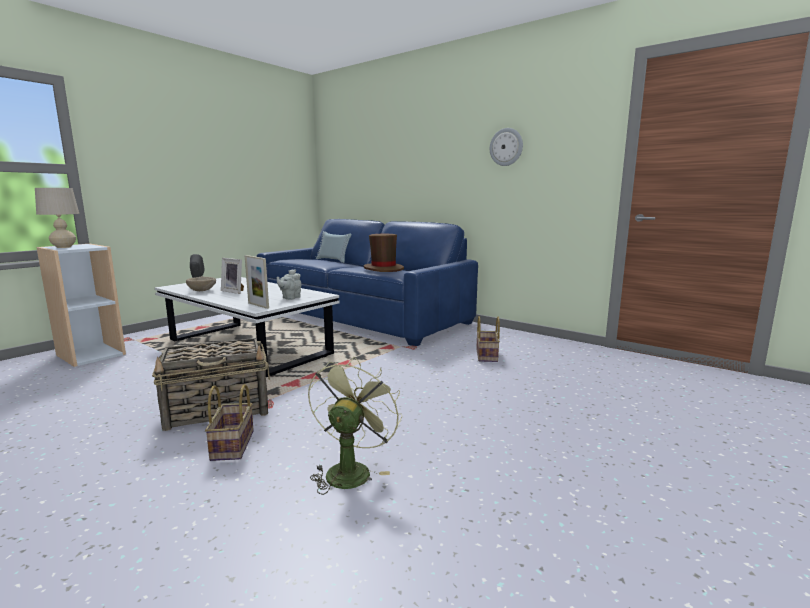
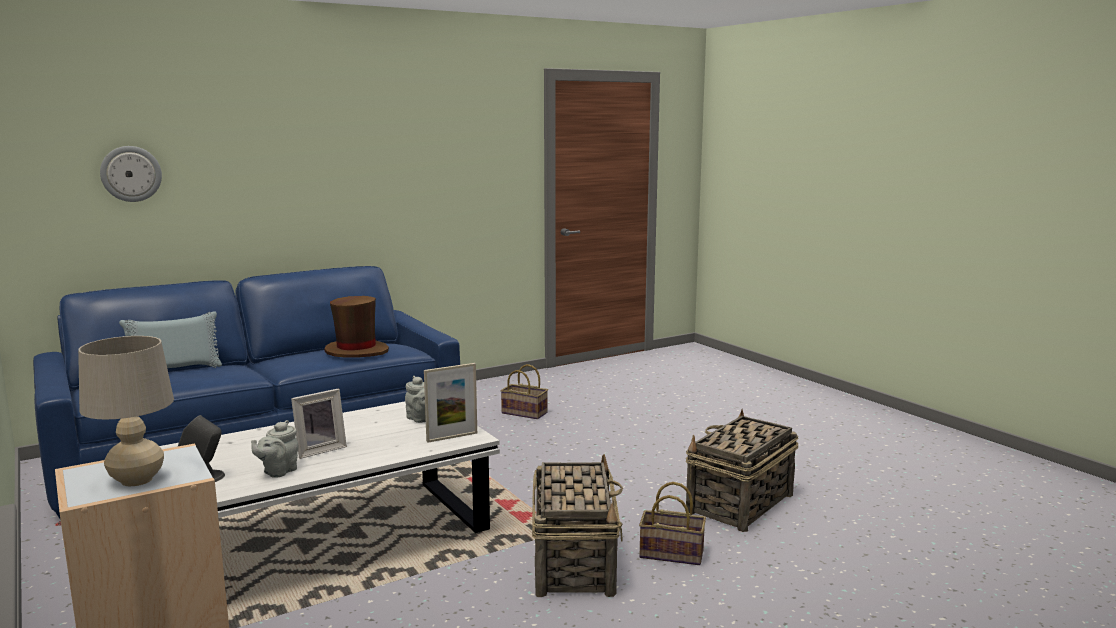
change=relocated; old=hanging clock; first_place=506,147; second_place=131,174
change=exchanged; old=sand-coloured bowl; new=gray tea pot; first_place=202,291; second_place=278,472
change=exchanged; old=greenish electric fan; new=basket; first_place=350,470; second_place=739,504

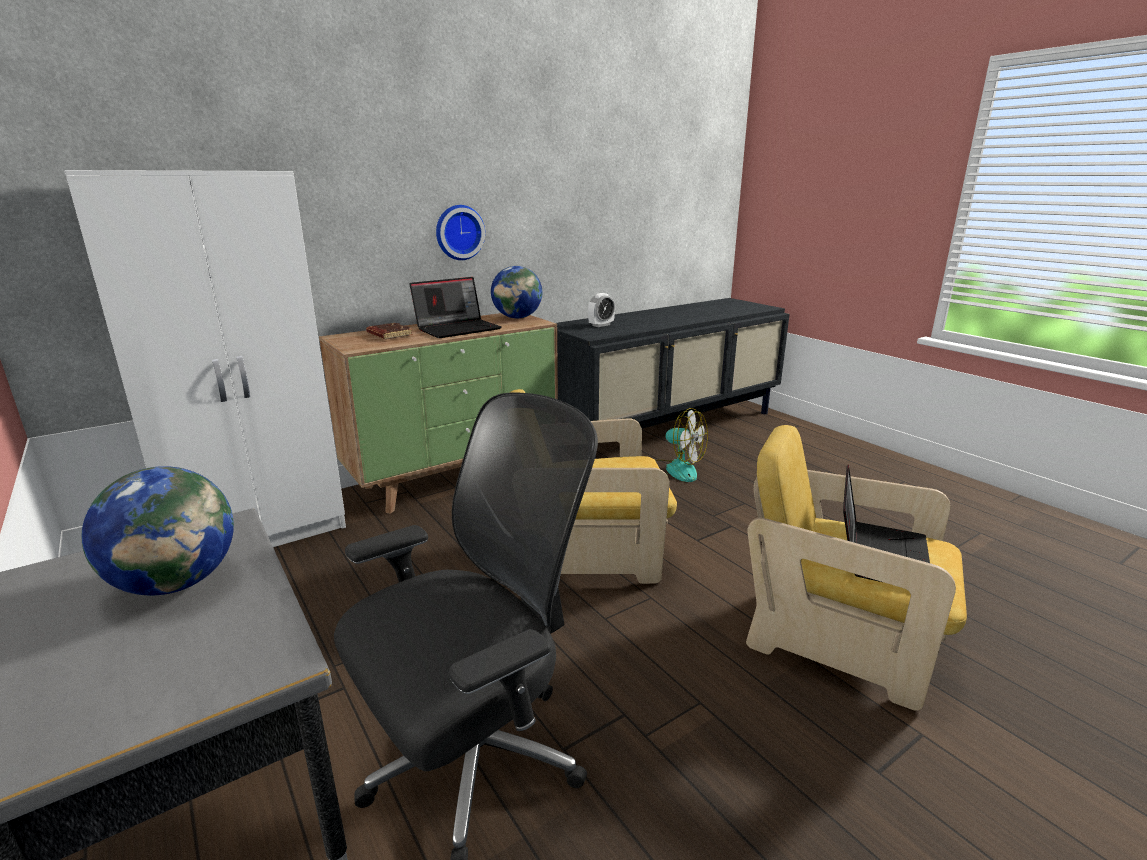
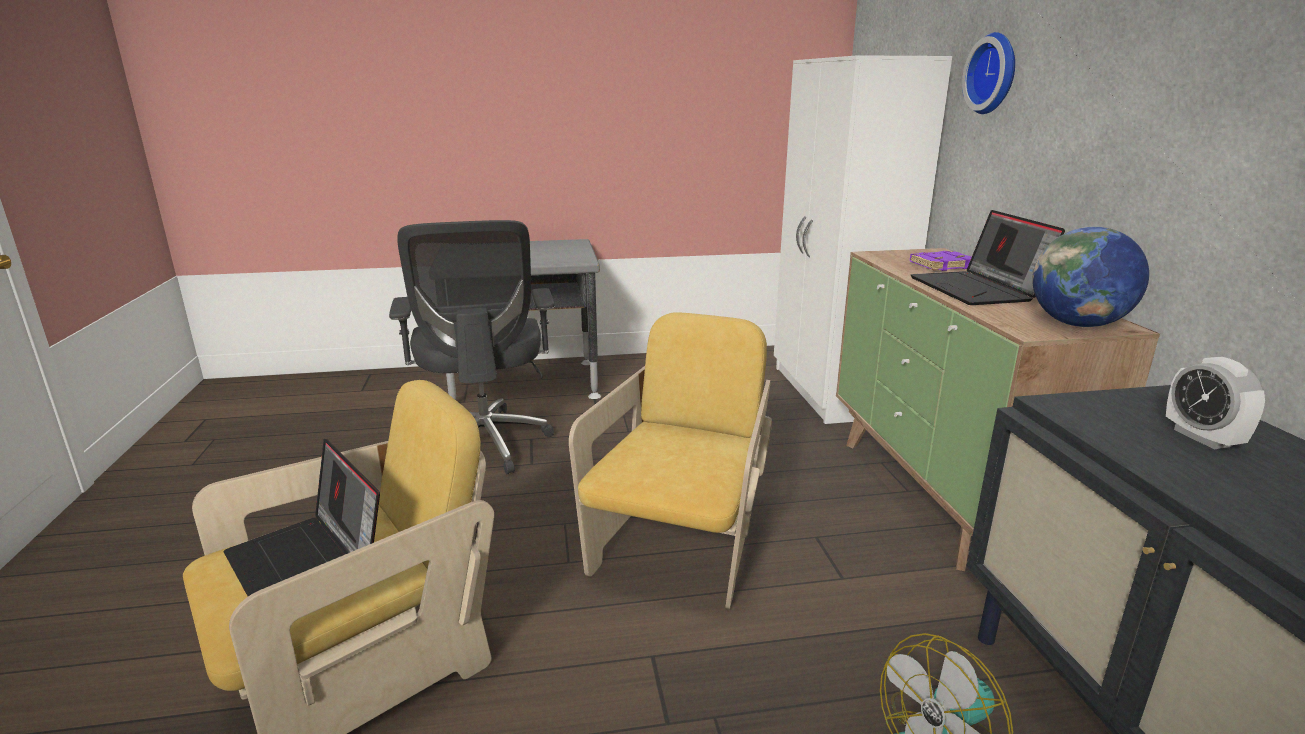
change=missing; old=globe; first_place=176,582
change=relocated; old=hanging clock; first_place=459,232; second_place=994,74
change=colour; old=brown-coloured bound book; new=purple bound book; first_place=389,335; second_place=942,265

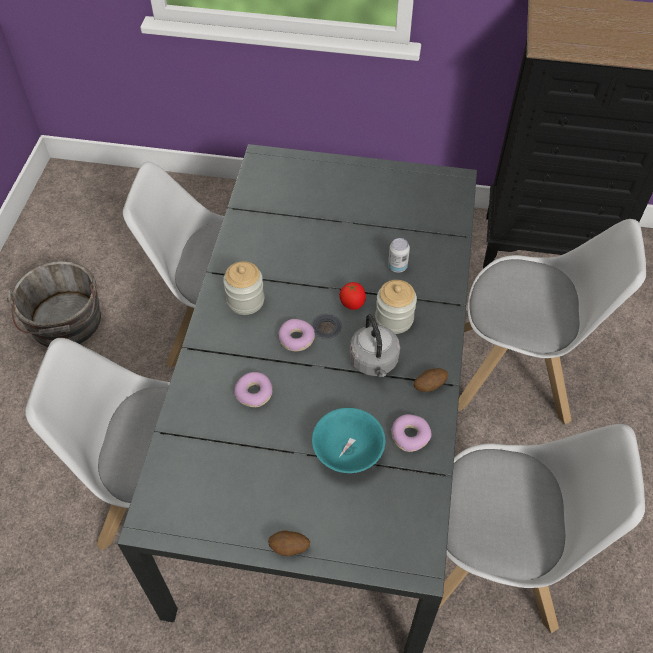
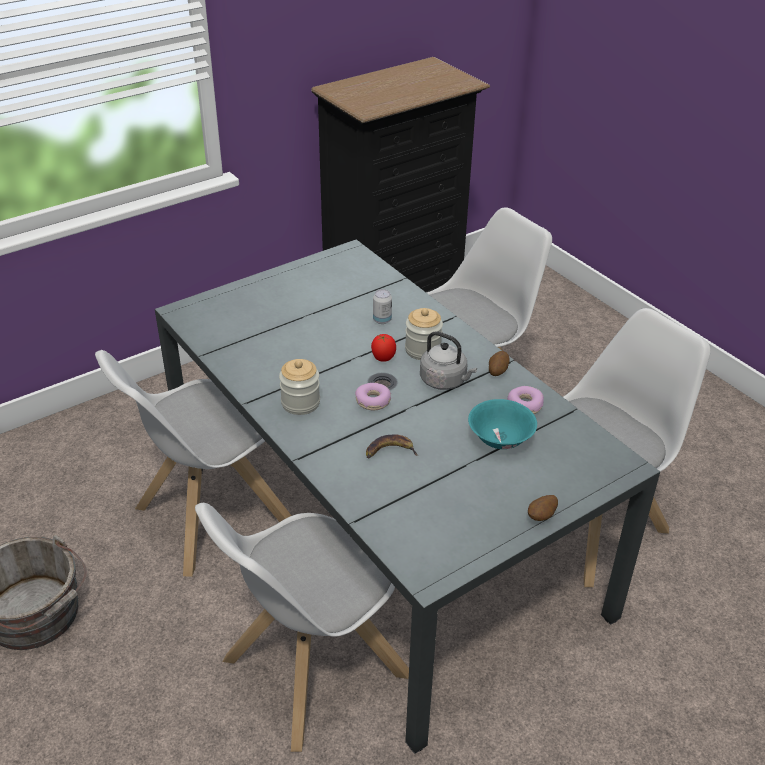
change=exchanged; old=donut; new=banana; first_place=254,393; second_place=389,451

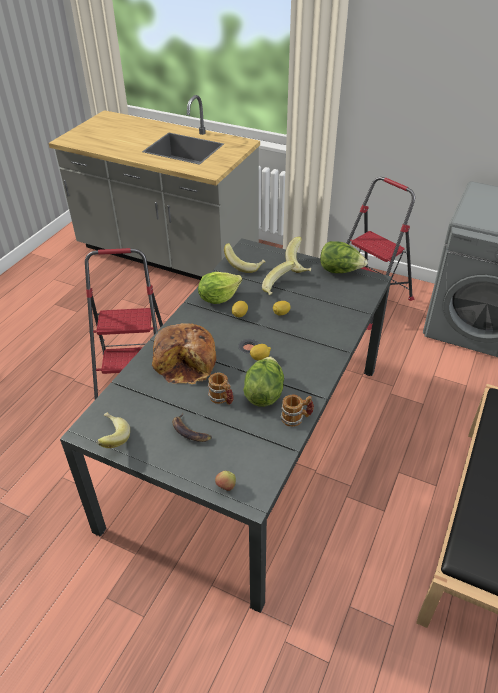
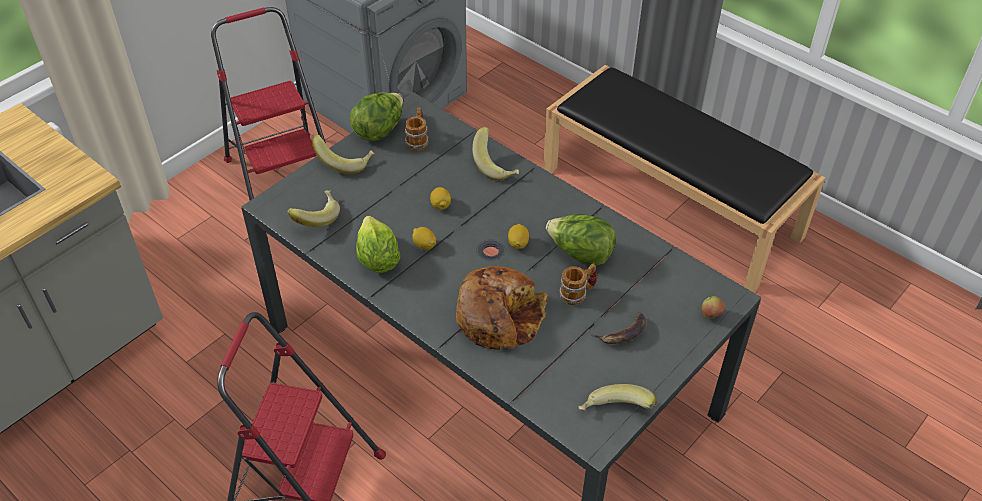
change=relocated; old=banana; first_place=278,288; second_place=496,166
change=relocated; old=tea mug; first_place=296,418; second_place=418,140

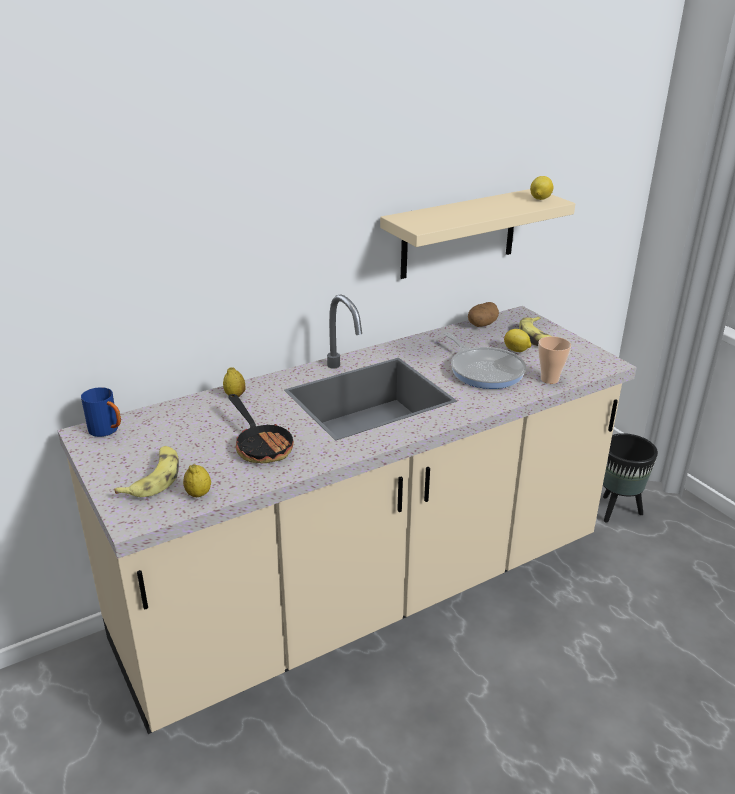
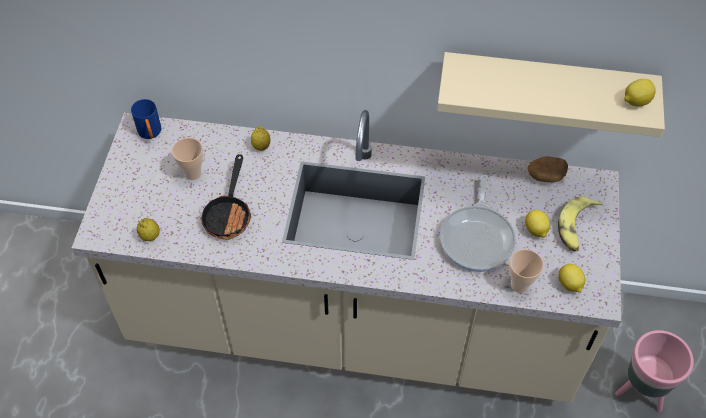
change=missing; old=banana; first_place=154,478
change=appeared; new=cup; second_place=193,173
change=appeared; new=whole lemon; second_place=569,284
change=colour; old=black-coloured plant pot; new=pinkish plant pot; first_place=617,510; second_place=641,391

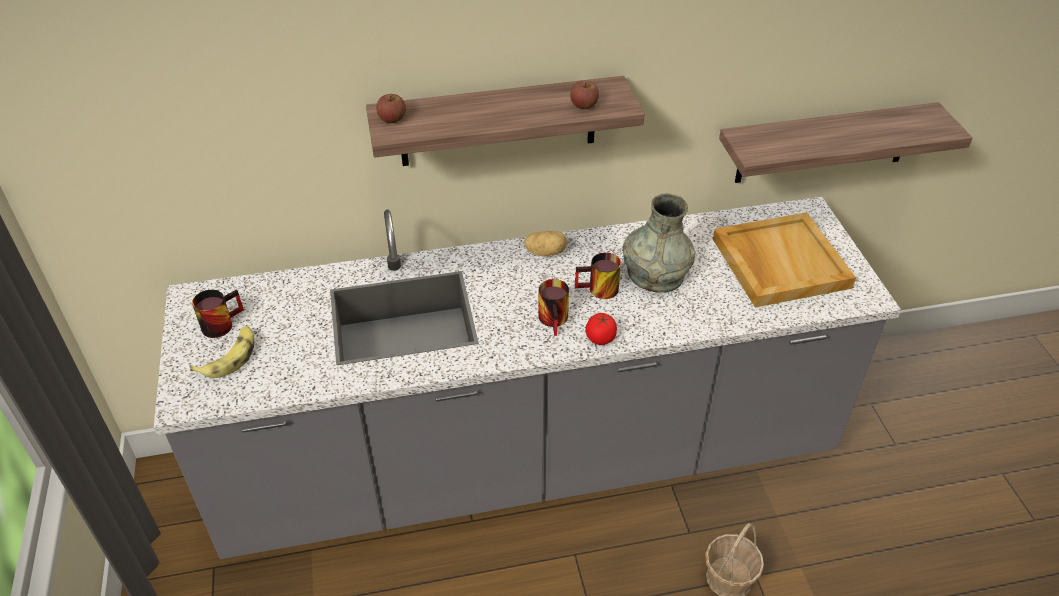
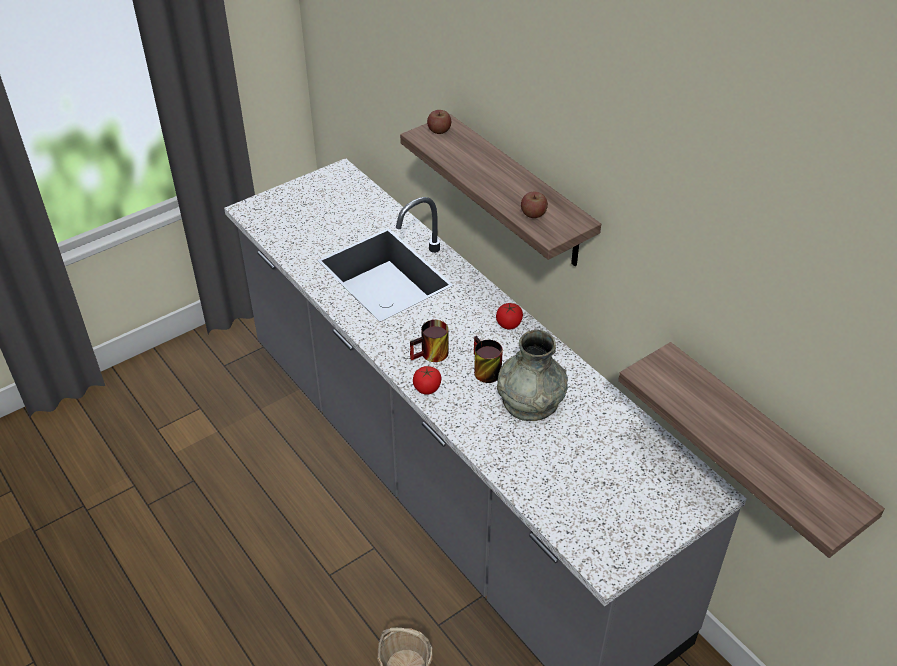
change=missing; old=banana; first_place=230,357
change=missing; old=tea mug; first_place=220,322
change=missing; old=sand-coloured carrying tray; first_place=779,262
change=exchanged; old=spud; new=fresh tomato; first_place=546,252; second_place=509,324

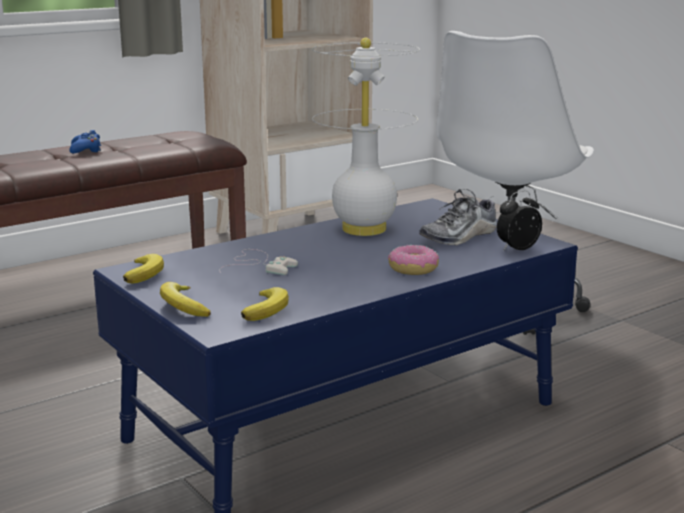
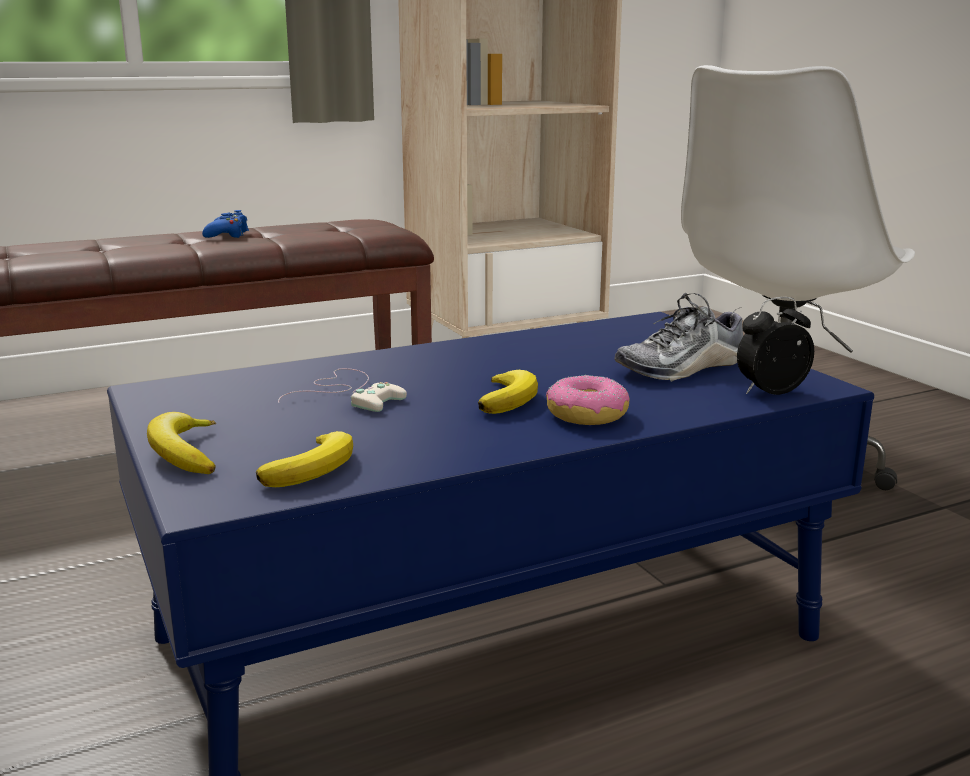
change=missing; old=whitish lamp for a table; first_place=364,229
change=relocated; old=banana; first_place=145,273; second_place=509,398

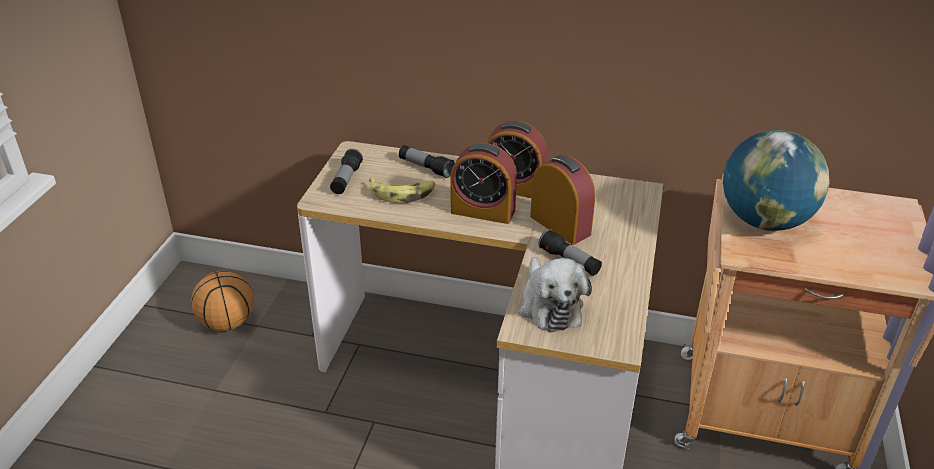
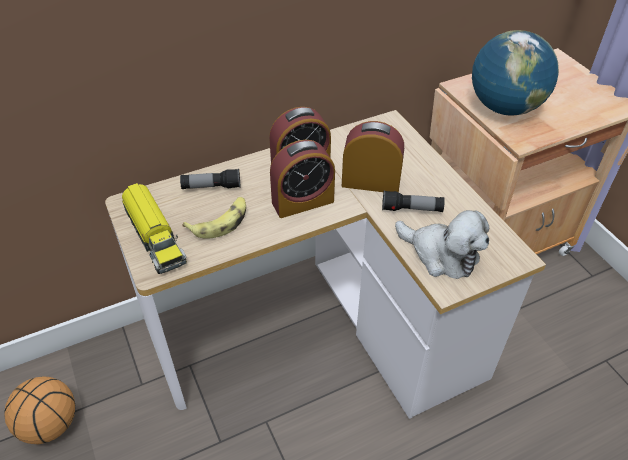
change=exchanged; old=hand torch; new=toy truck; first_place=346,180; second_place=154,236

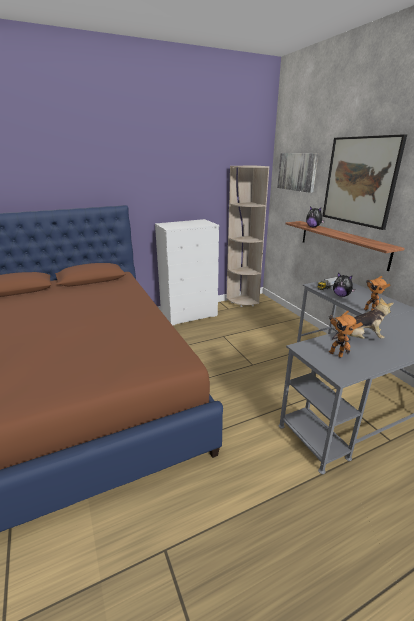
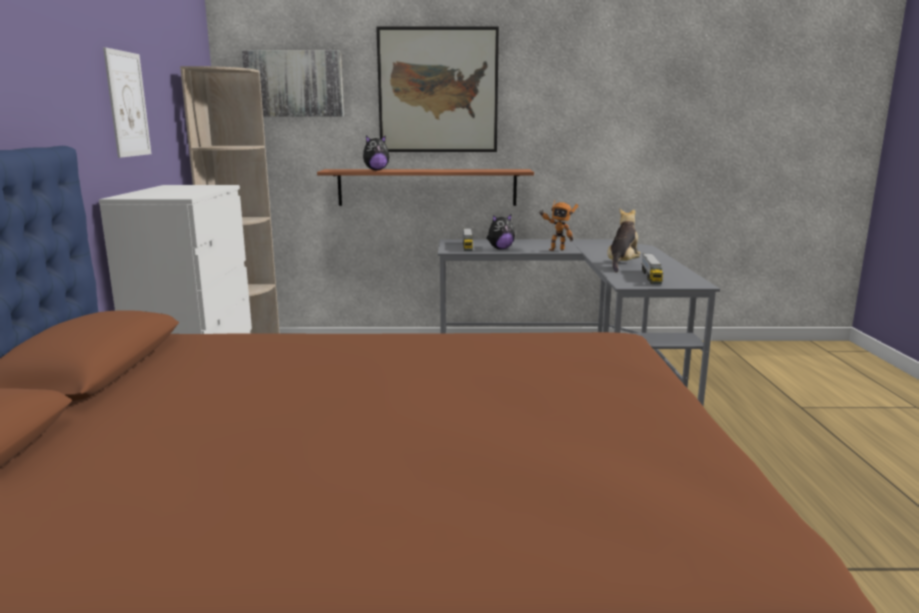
change=appeared; new=wall art; second_place=127,104
change=exchanged; old=robot figure; new=toy truck; first_place=336,354; second_place=651,277

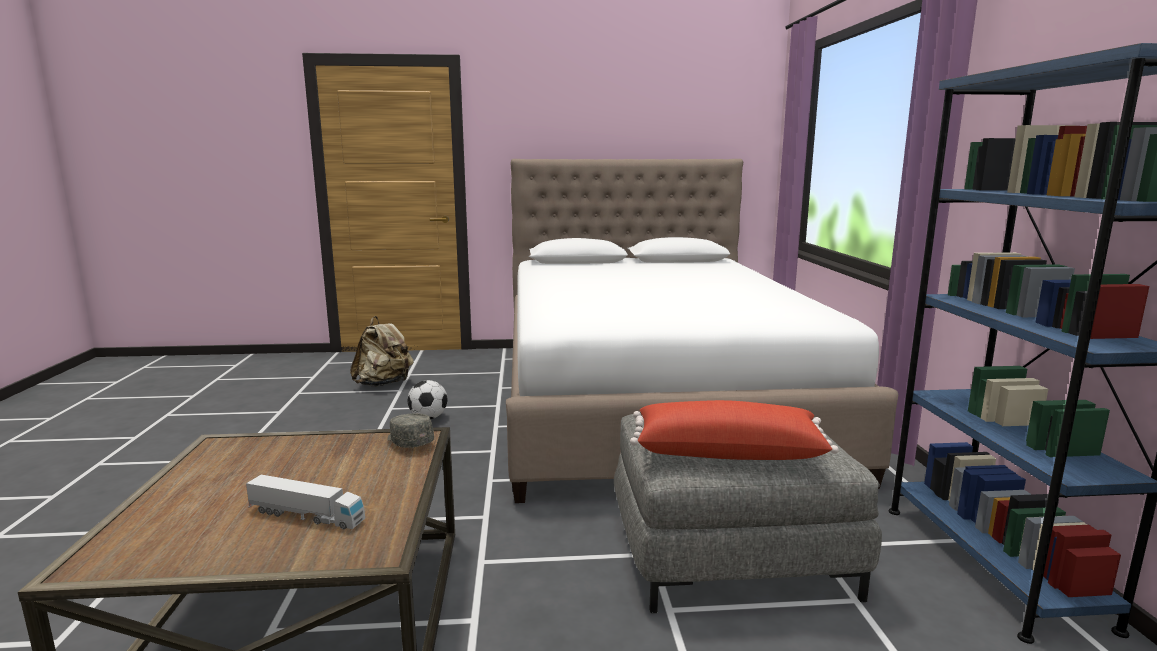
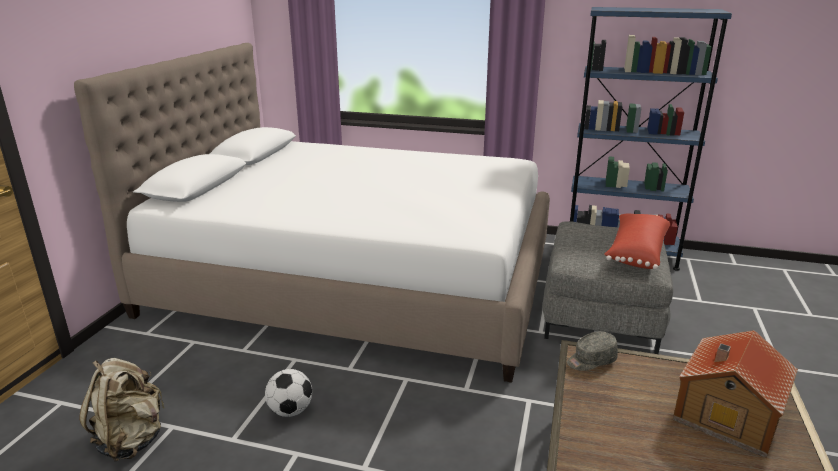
change=exchanged; old=toy truck; new=toy house; first_place=306,516; second_place=725,414

